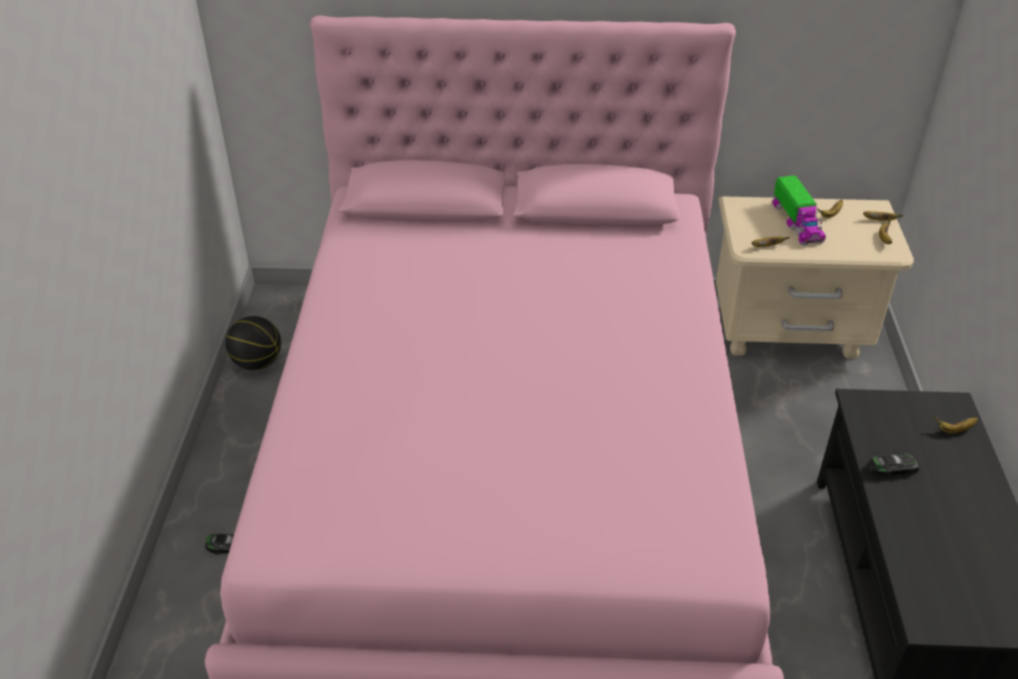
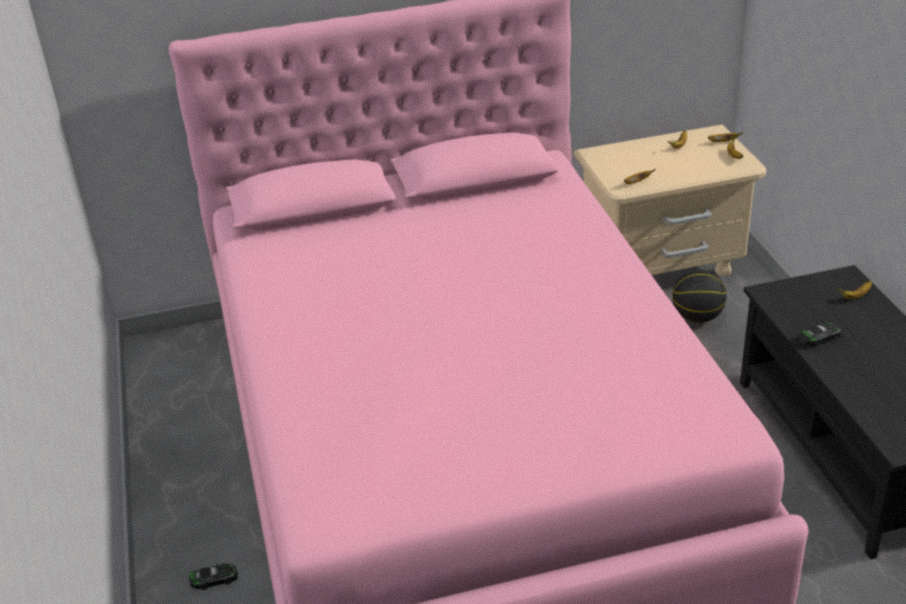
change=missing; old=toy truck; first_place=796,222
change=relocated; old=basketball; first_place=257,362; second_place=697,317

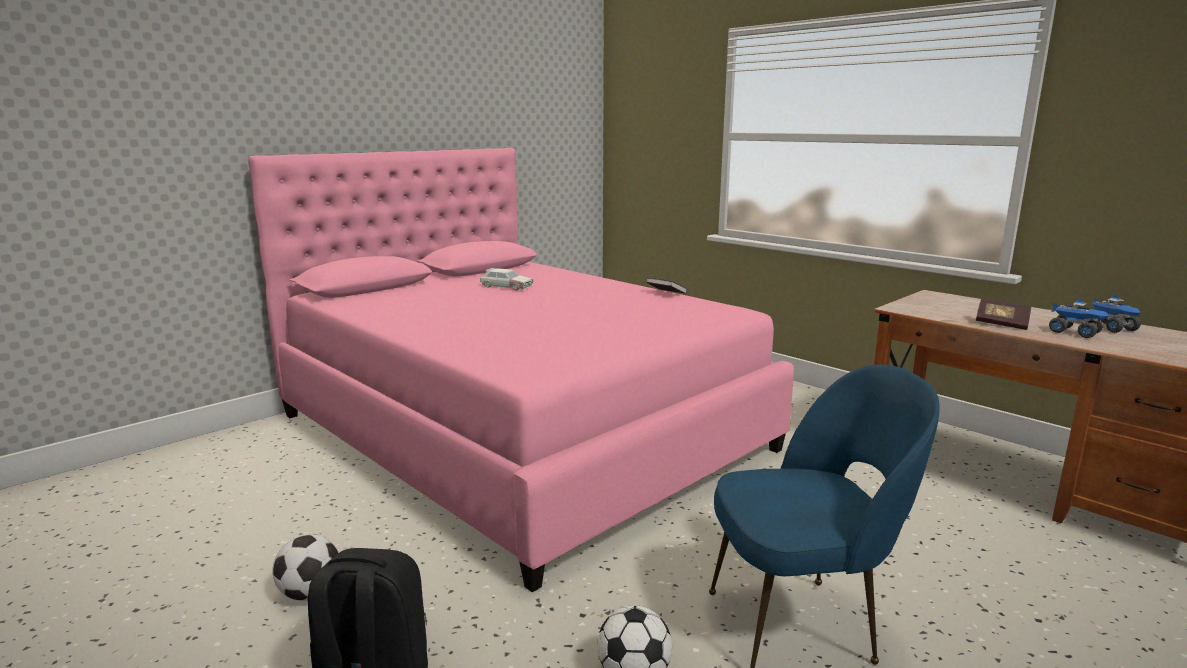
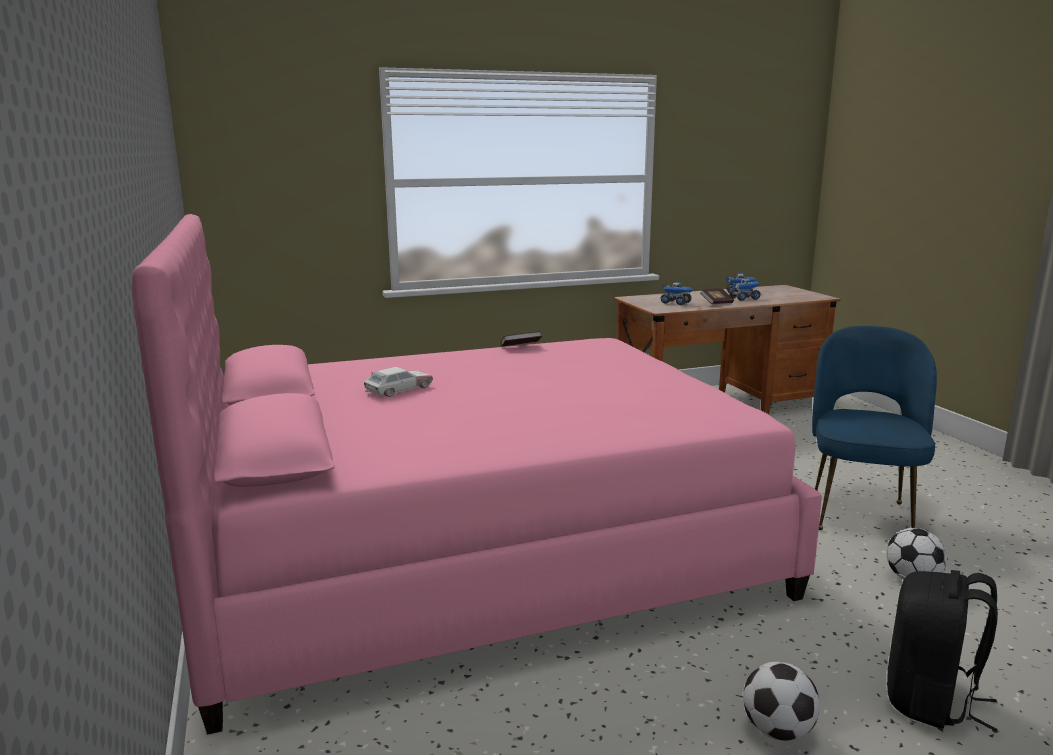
change=appeared; new=toy truck; second_place=676,303

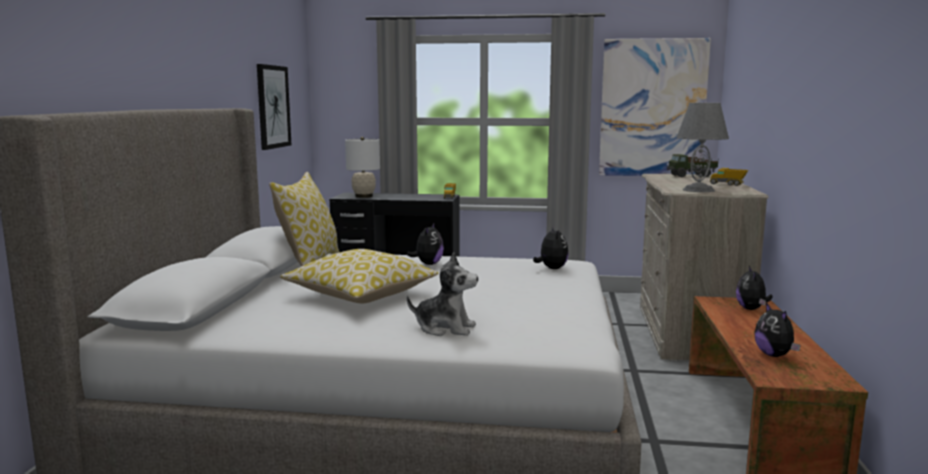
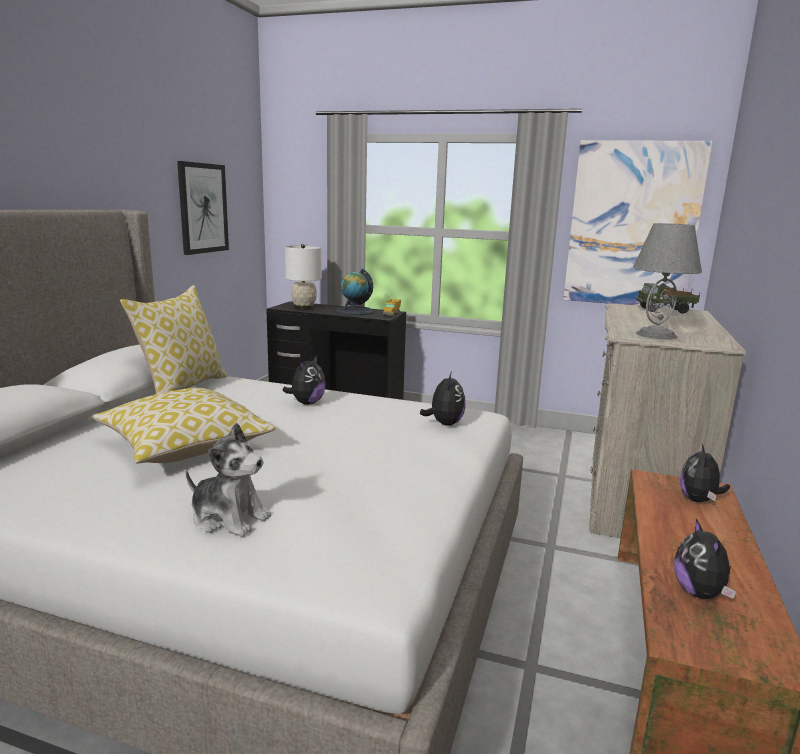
change=missing; old=toy truck; first_place=728,184
change=appeared; new=globe; second_place=354,311

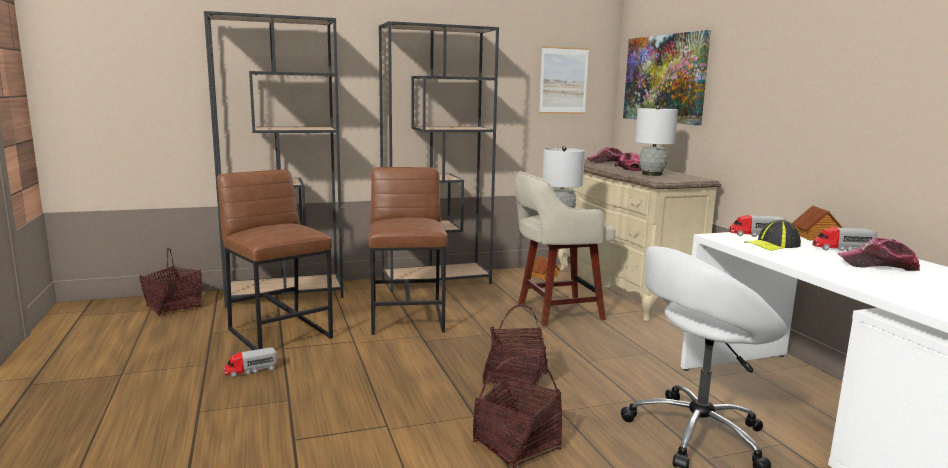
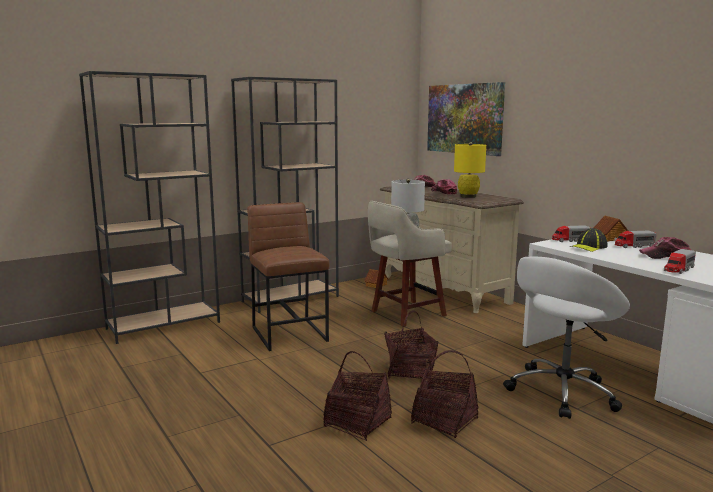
change=missing; old=brown-coloured plain chair; first_place=279,333
change=missing; old=wall art; first_place=563,80
change=relocated; old=basket; first_place=173,307; second_place=357,422
change=relocated; old=toy truck; first_place=251,370; second_place=678,269
change=colour; old=whitish lamp for a table; new=yellow-coloured lamp for a table; first_place=652,174; second_place=468,196

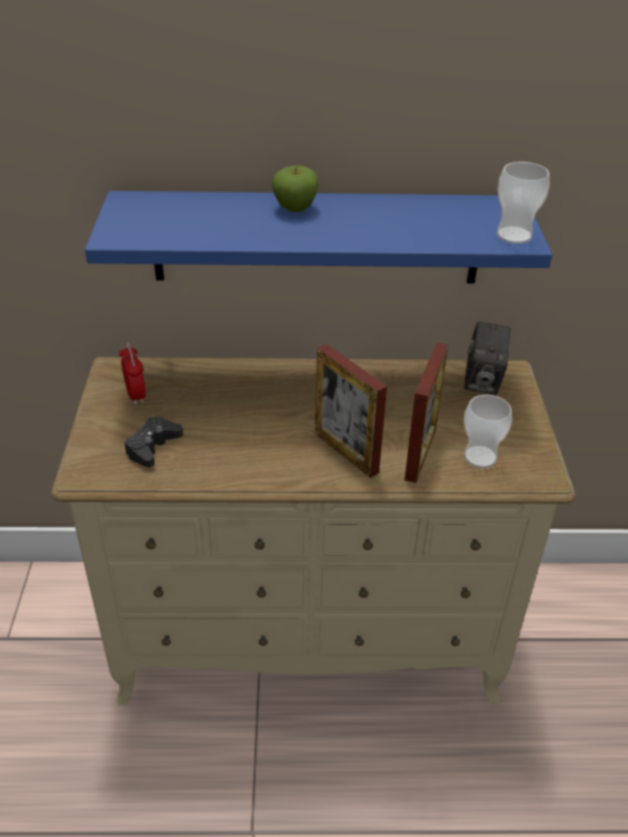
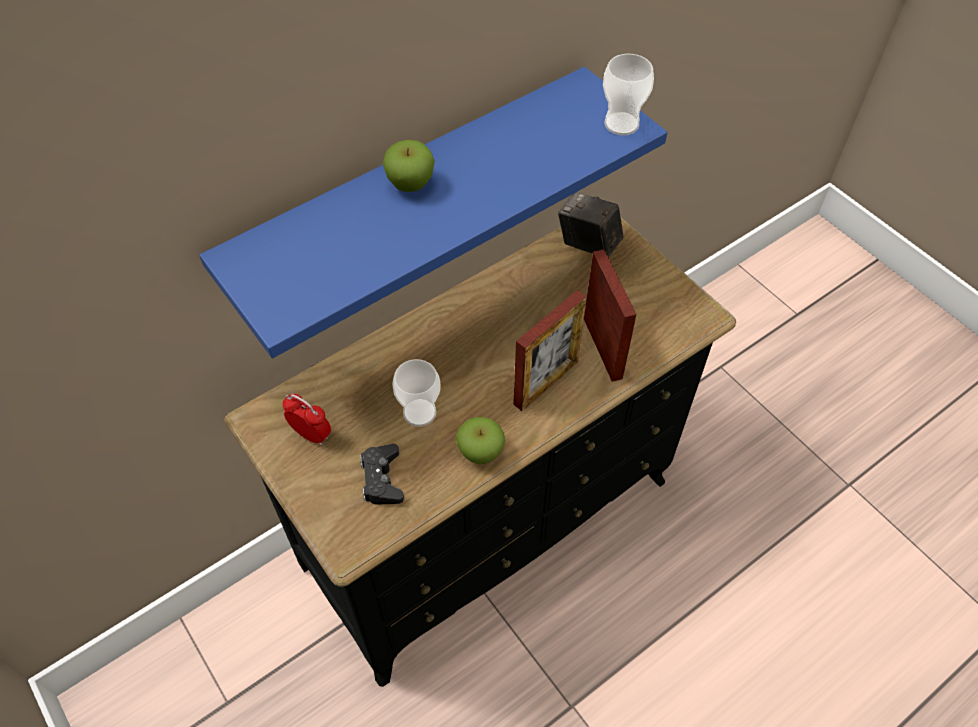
change=appeared; new=apple; second_place=480,453
change=relocated; old=cup; first_place=480,457; second_place=419,412
change=colour; old=sand-coloured dresser; new=black-coloured dresser; first_place=309,639; second_place=490,524
change=spun; old=photo frame; first_place=346,452; second_place=546,383; degrees=-60
change=spun; old=photo camera; first_place=483,381; second_place=588,244; degrees=150

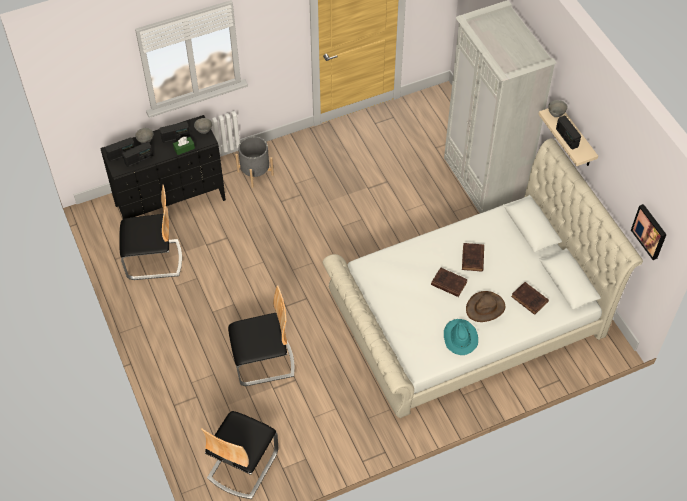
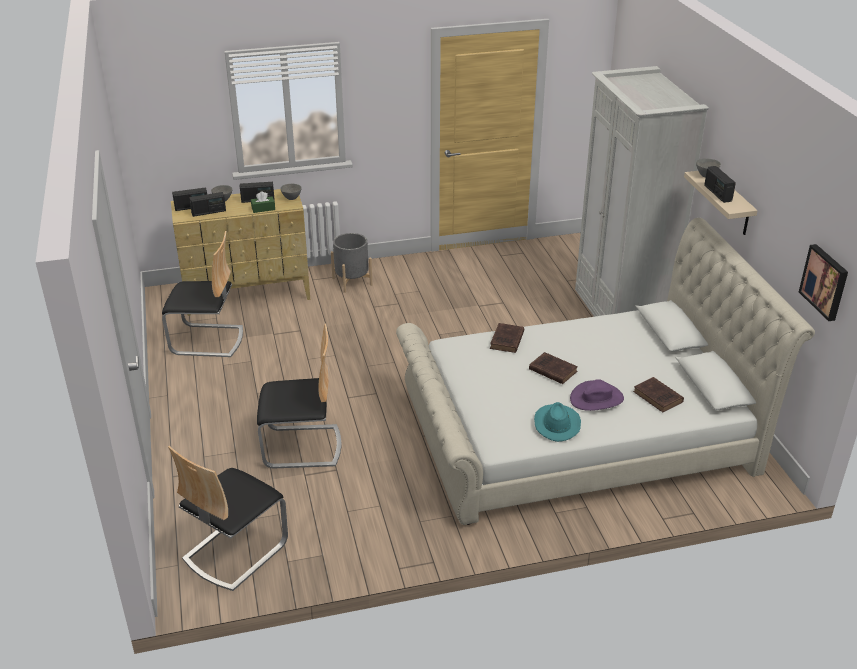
change=relocated; old=brown-coloured bound book; first_place=472,259; second_place=506,341
change=colour; old=black-coloured dresser; new=sand-coloured dresser; first_place=171,203; second_place=248,296
change=colour; old=brown-coloured wearable hat; new=purple wearable hat; first_place=485,307; second_place=596,398

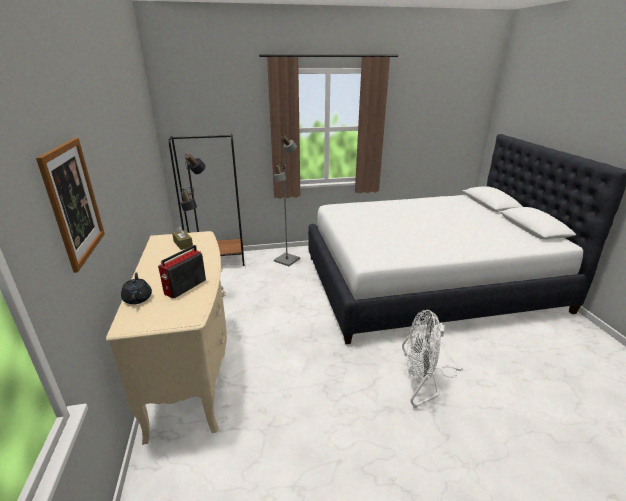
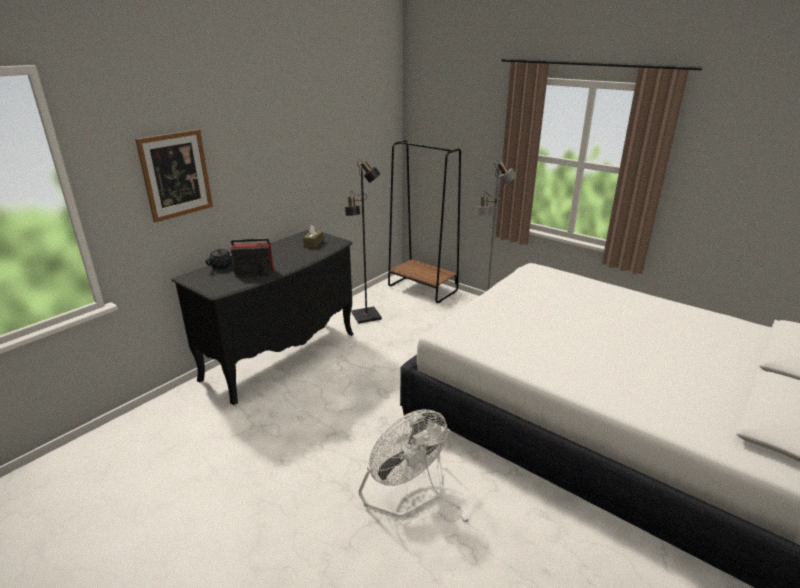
change=colour; old=sand-coloured dresser; new=black-coloured dresser; first_place=193,367; second_place=283,357

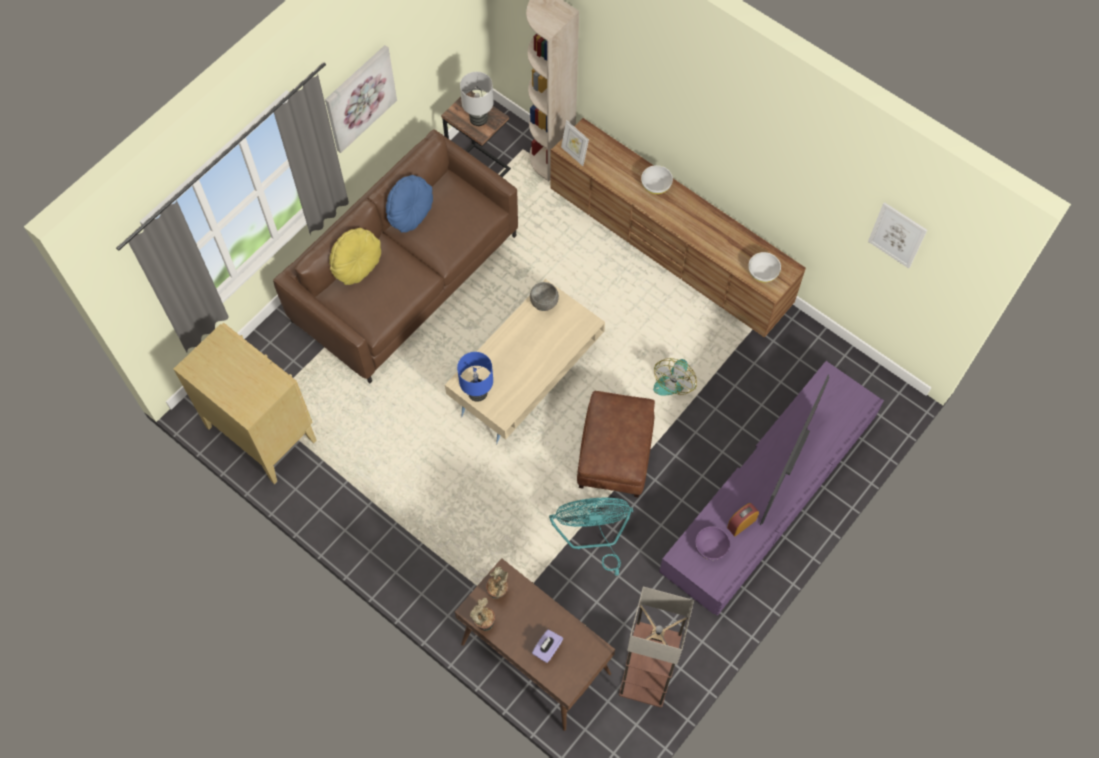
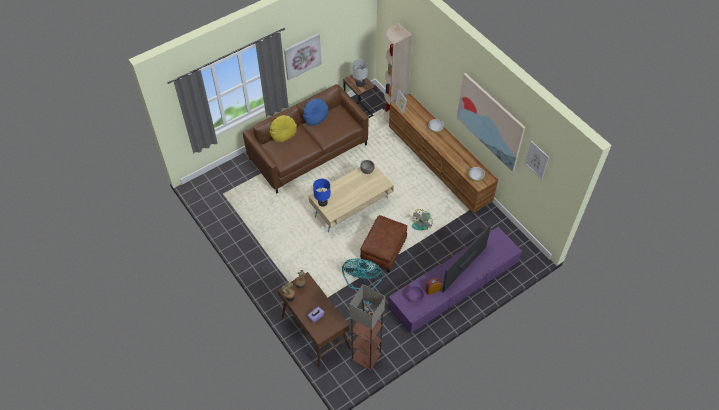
change=missing; old=sand-coloured dresser; first_place=262,432
change=appeared; new=wall art; second_place=490,121

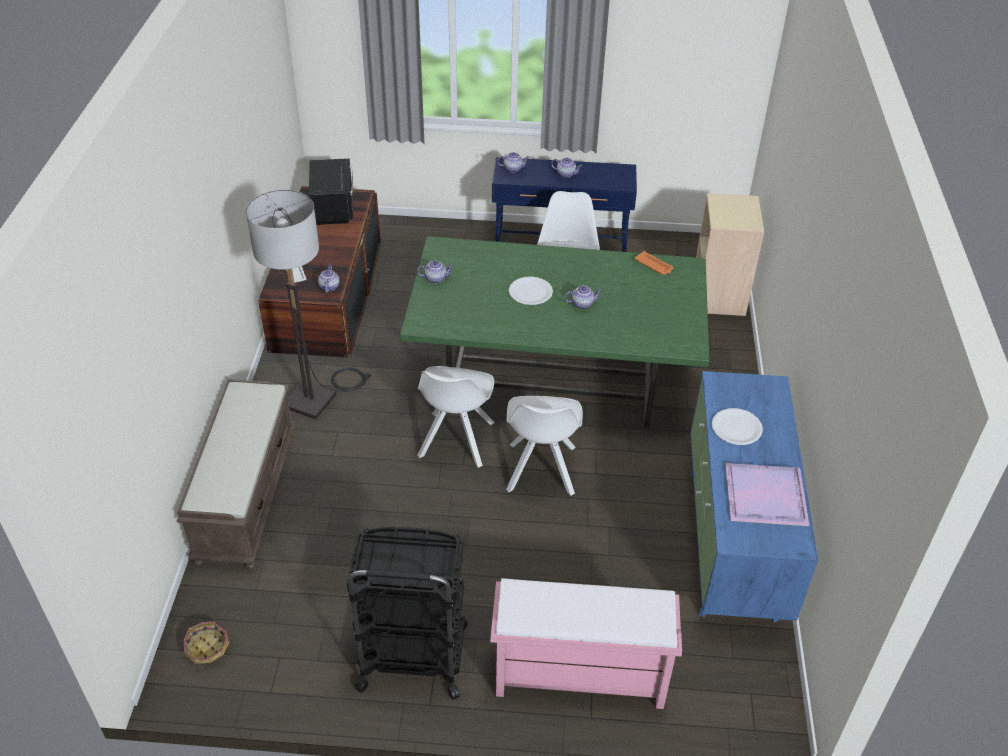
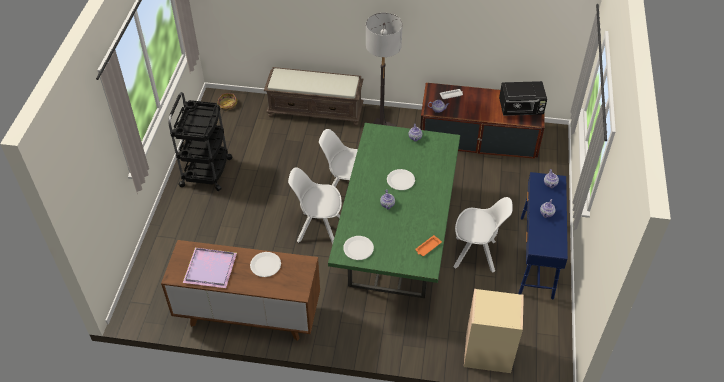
change=missing; old=pinkish long seat; first_place=578,676
change=appeared; new=whitish plate; second_place=358,248
change=colour; old=blue-coloured dresser; new=brown-coloured dresser; first_place=733,543; second_place=248,315

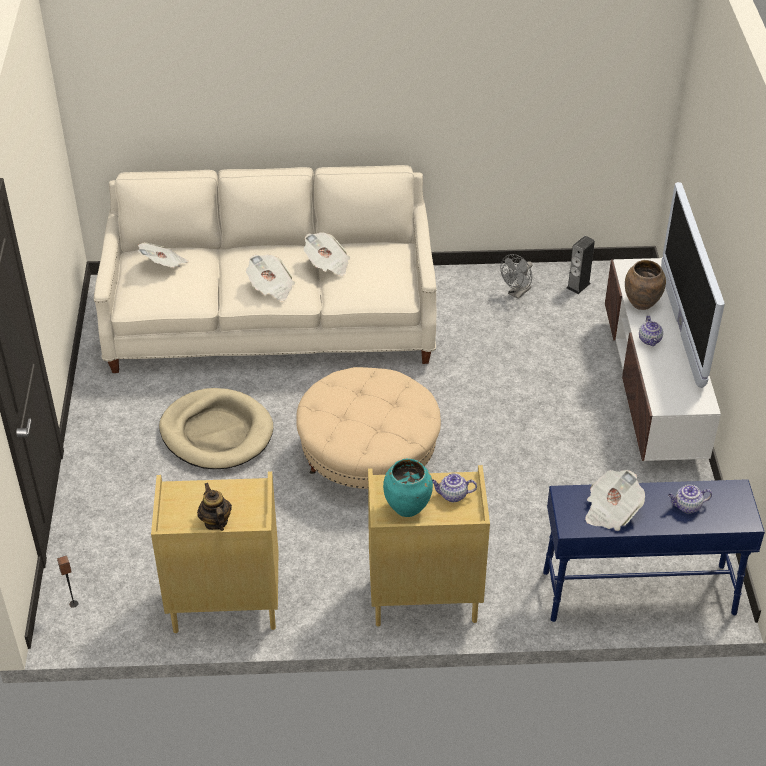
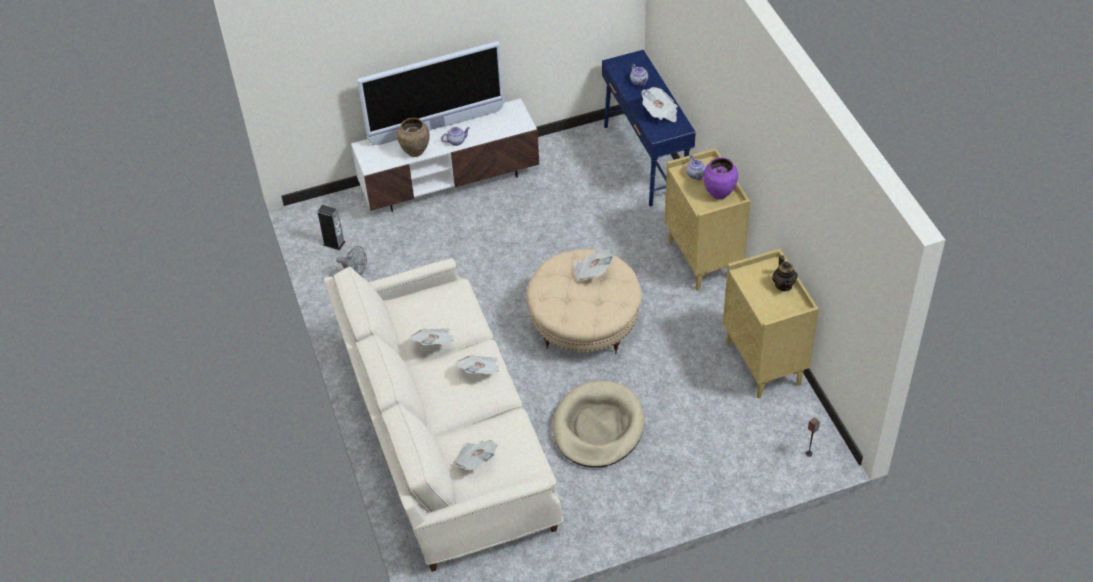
change=appeared; new=newspaper; second_place=592,272
change=colour; old=blue-green flower vase; new=purple flower vase; first_place=407,508; second_place=718,193
change=spun; old=tea pot; first_place=215,522; second_place=784,285; degrees=-60

